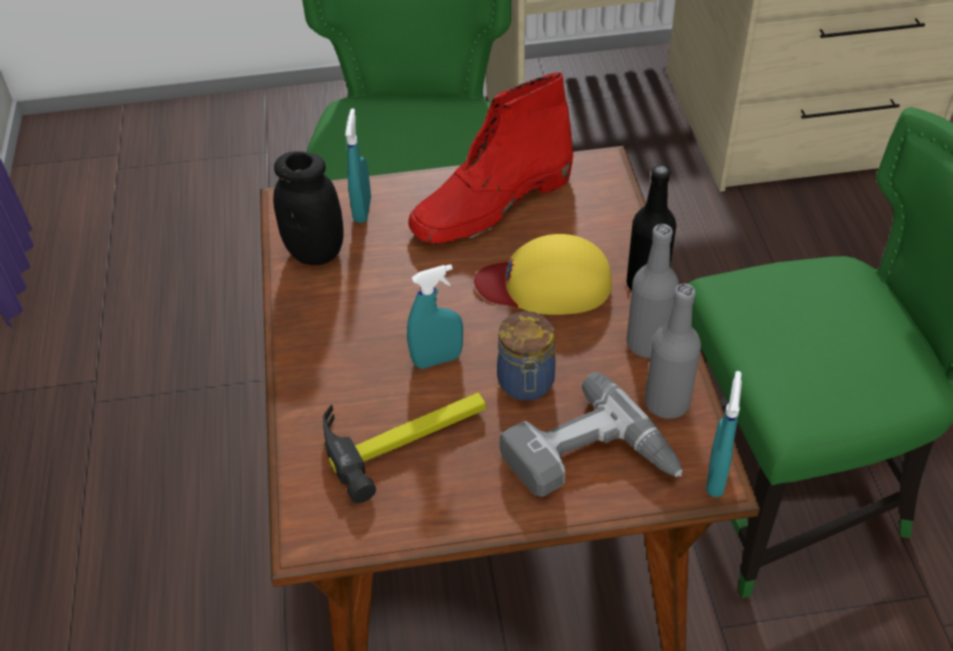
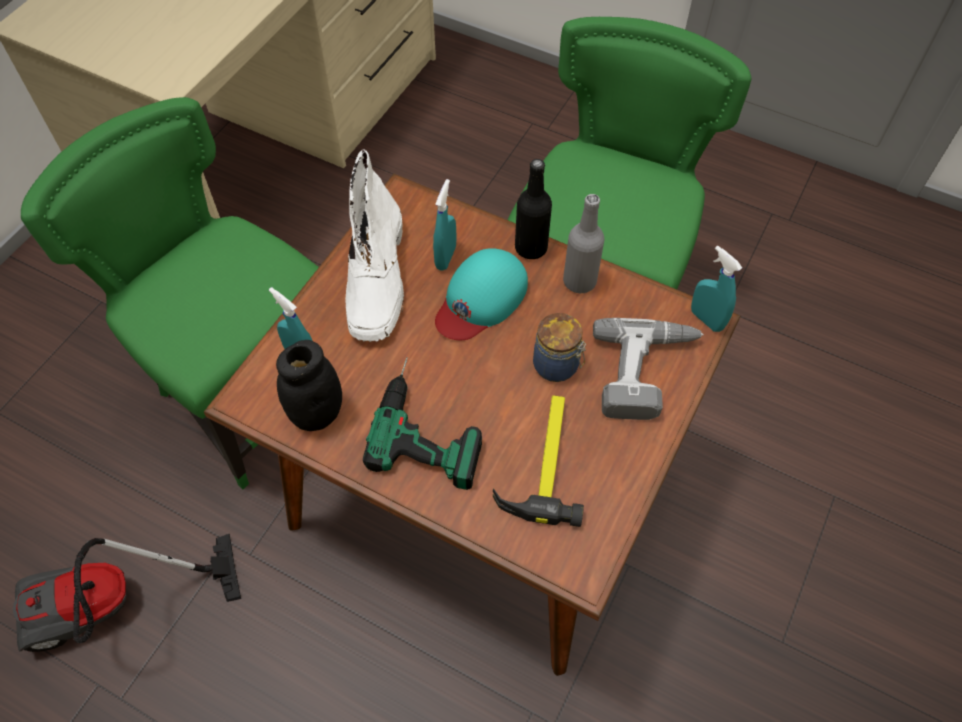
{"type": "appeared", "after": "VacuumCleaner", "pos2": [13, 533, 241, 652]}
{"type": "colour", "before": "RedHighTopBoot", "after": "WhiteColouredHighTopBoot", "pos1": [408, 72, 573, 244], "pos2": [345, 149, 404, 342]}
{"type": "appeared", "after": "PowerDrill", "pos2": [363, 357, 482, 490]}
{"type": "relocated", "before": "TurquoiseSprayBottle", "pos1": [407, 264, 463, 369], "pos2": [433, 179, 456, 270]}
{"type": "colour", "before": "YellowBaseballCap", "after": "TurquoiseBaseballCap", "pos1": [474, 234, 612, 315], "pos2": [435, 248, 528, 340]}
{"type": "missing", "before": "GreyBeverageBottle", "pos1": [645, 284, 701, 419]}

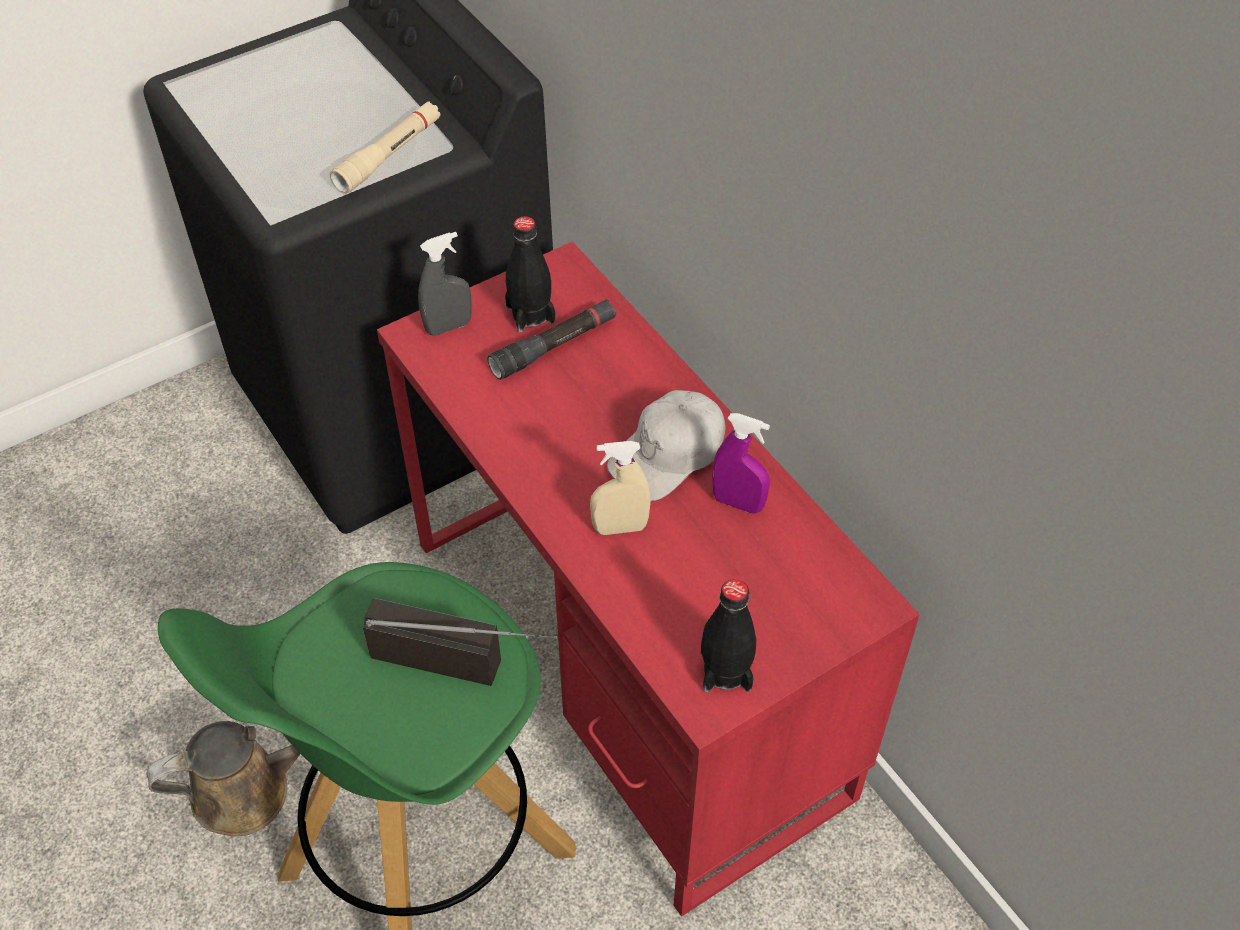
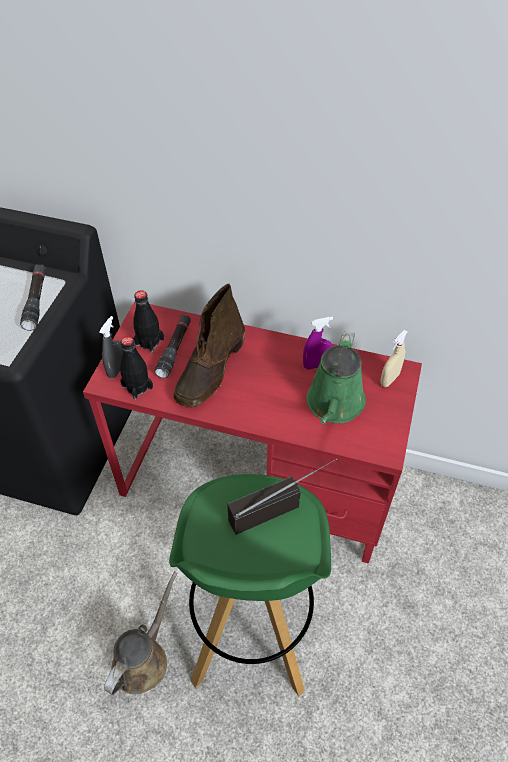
{"type": "colour", "before": "BeigeTorch", "after": "BlackColouredTorch", "pos1": [329, 101, 440, 194], "pos2": [20, 264, 46, 331]}
{"type": "relocated", "before": "BlackColouredBeverageBottle", "pos1": [701, 579, 757, 692], "pos2": [120, 336, 153, 400]}
{"type": "appeared", "after": "BrownColouredHighTopBoot", "pos2": [174, 284, 245, 408]}
{"type": "appeared", "after": "GreenWateringCan", "pos2": [307, 331, 366, 425]}
{"type": "relocated", "before": "BeigeSprayBottle", "pos1": [590, 441, 651, 535], "pos2": [380, 330, 408, 387]}
{"type": "missing", "before": "WhiteColouredBaseballCap", "pos1": [607, 390, 726, 501]}

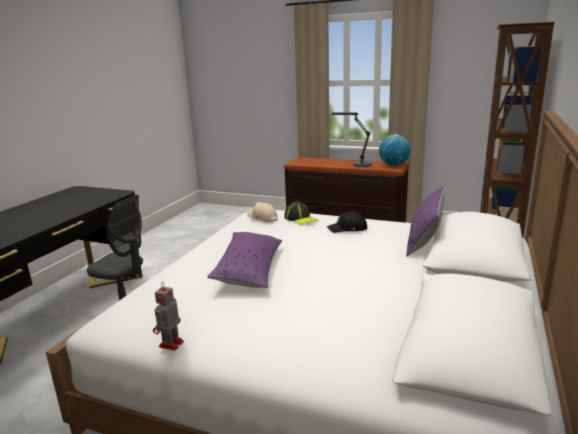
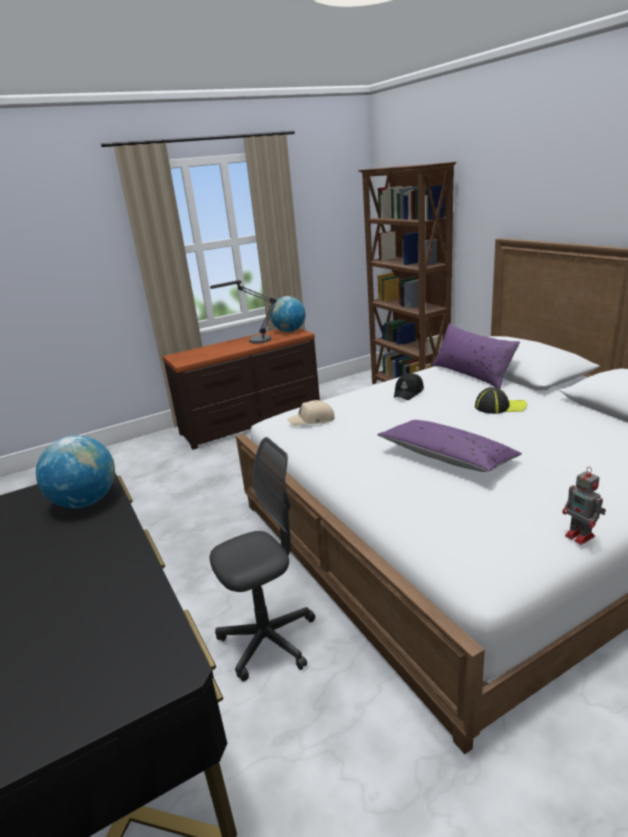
{"type": "appeared", "after": "DeskGlobe", "pos2": [36, 435, 115, 508]}
{"type": "relocated", "before": "BaseballCap", "pos1": [284, 202, 318, 225], "pos2": [475, 387, 527, 414]}

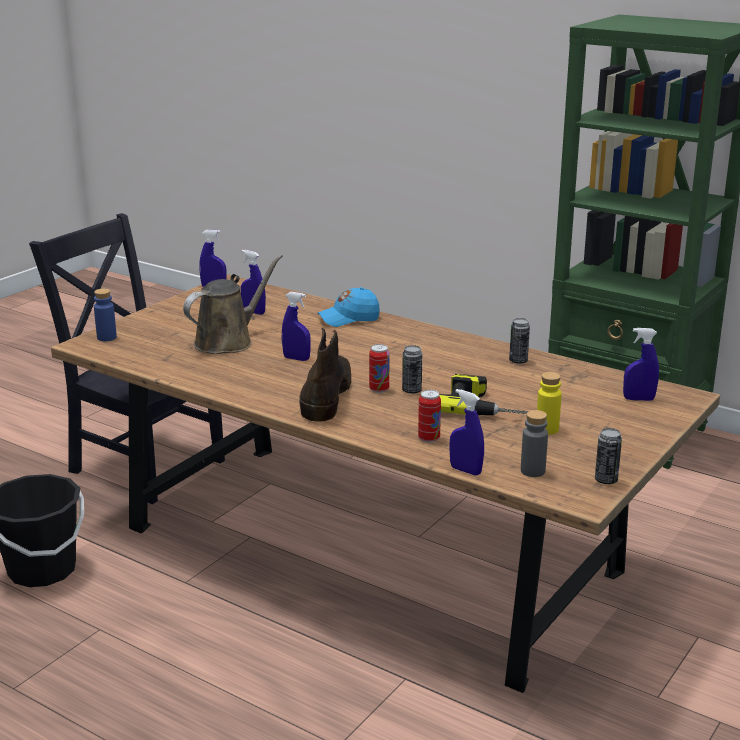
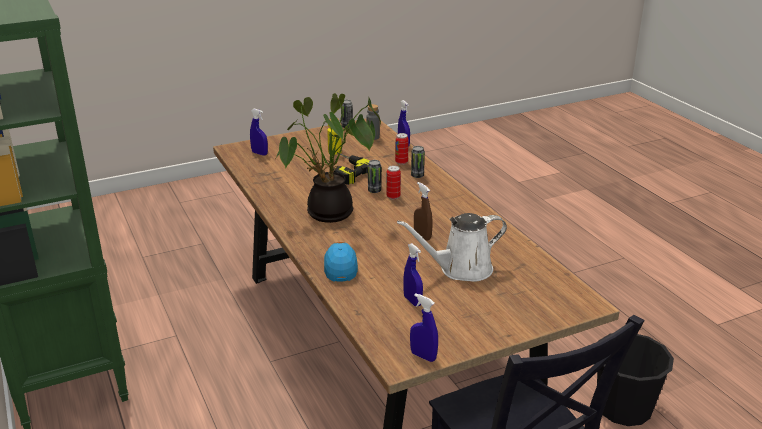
{"type": "appeared", "after": "Houseplant", "pos2": [276, 93, 381, 223]}
{"type": "spun", "before": "BlueBaseballCap", "pos1": [318, 287, 380, 327], "pos2": [324, 242, 358, 282], "turn": -105}
{"type": "colour", "before": "BrownColouredWateringCan", "after": "WhiteColouredWateringCan", "pos1": [183, 254, 283, 354], "pos2": [397, 213, 507, 282]}
{"type": "relocated", "before": "MetalCan", "pos1": [509, 318, 530, 364], "pos2": [411, 146, 425, 178]}
{"type": "colour", "before": "BlueSprayBottle", "after": "BrownColouredSprayBottle", "pos1": [282, 292, 311, 361], "pos2": [414, 182, 432, 241]}
{"type": "missing", "before": "BlueBeverageBottle", "pos1": [94, 289, 117, 341]}
{"type": "missing", "before": "BrownColouredHighTopBoot", "pos1": [299, 328, 351, 422]}

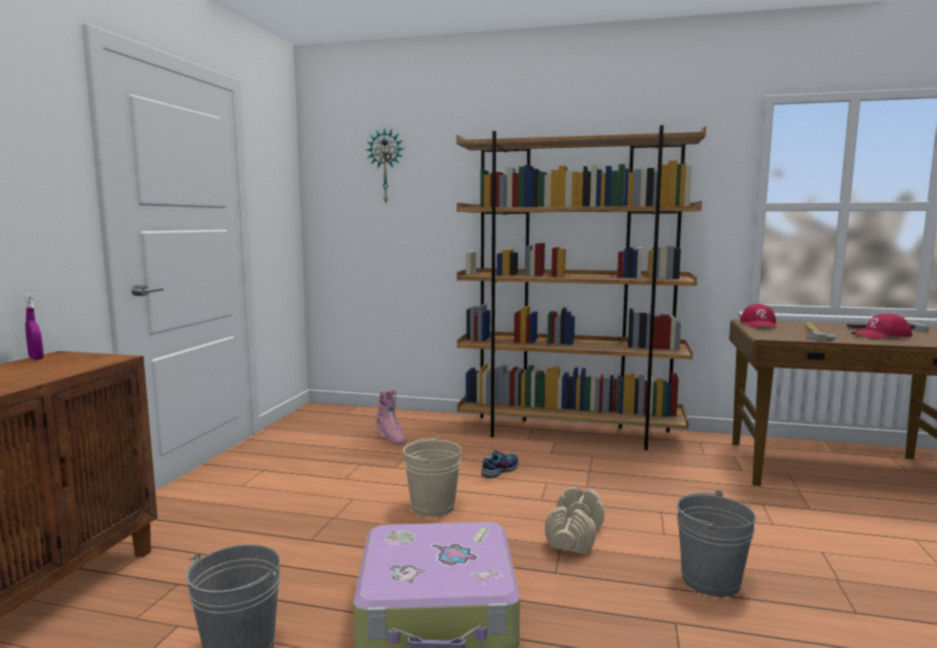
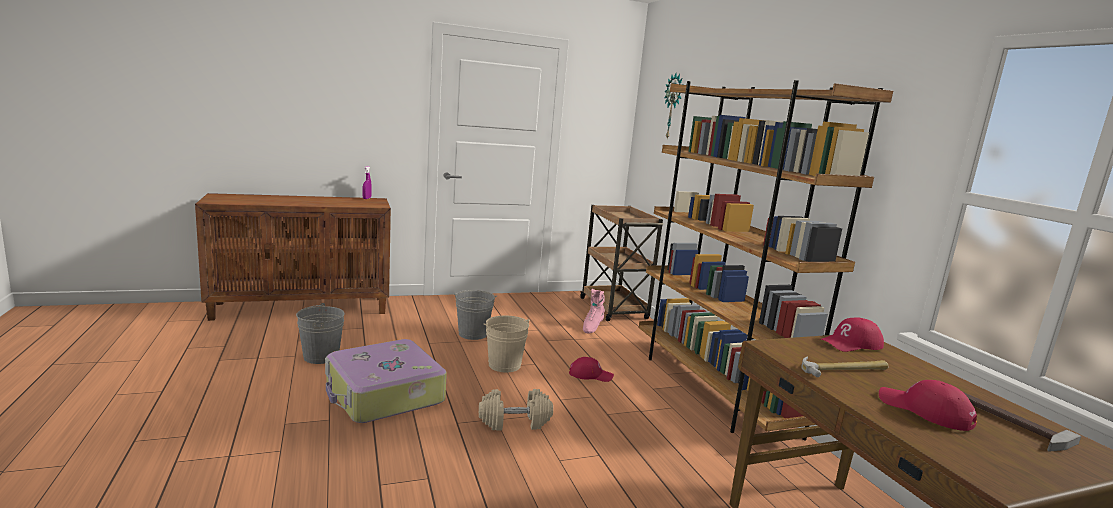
{"type": "relocated", "before": "GreyBucket", "pos1": [676, 490, 756, 597], "pos2": [453, 290, 497, 340]}
{"type": "exchanged", "before": "ItemOfFootwear", "after": "RedBaseballCap", "pos1": [481, 448, 519, 478], "pos2": [569, 357, 614, 382]}
{"type": "appeared", "after": "BrownColouredCart", "pos2": [580, 205, 663, 321]}

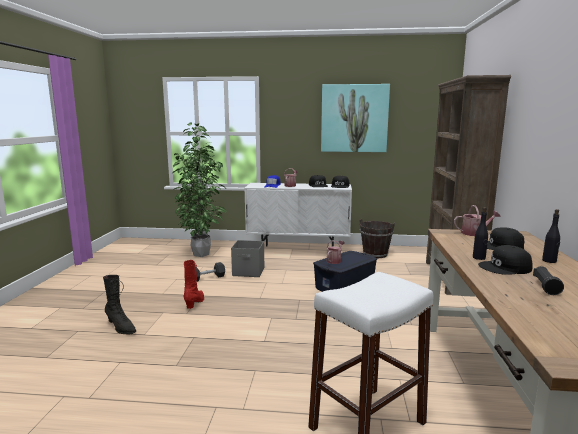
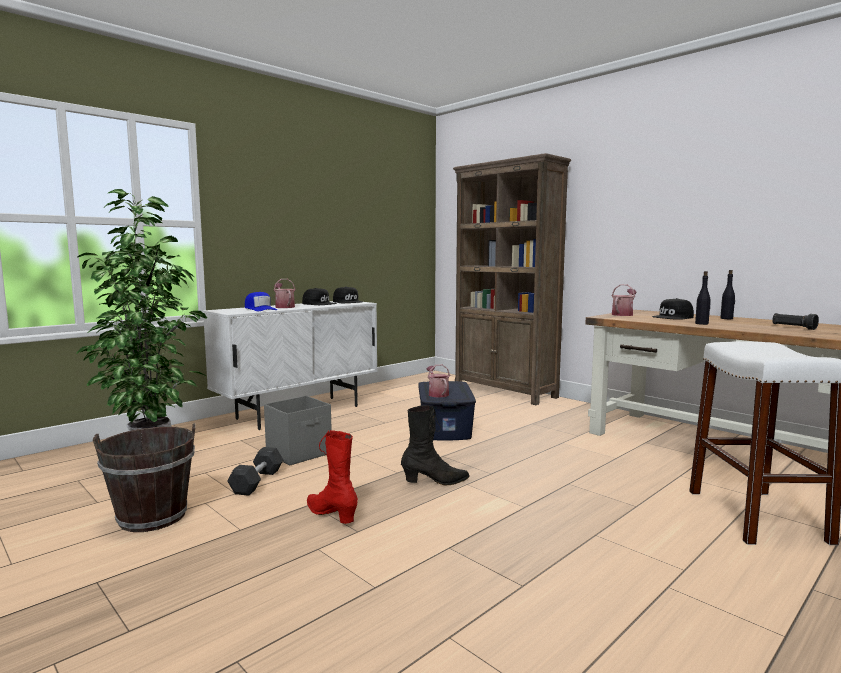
{"type": "relocated", "before": "BrownColouredBucket", "pos1": [359, 219, 395, 258], "pos2": [93, 423, 195, 532]}
{"type": "relocated", "before": "BlackColouredHighTopBoot", "pos1": [103, 275, 136, 334], "pos2": [401, 405, 470, 485]}
{"type": "missing", "before": "Picture", "pos1": [321, 84, 390, 152]}
{"type": "missing", "before": "BlackColouredBaseballCap", "pos1": [478, 245, 533, 275]}

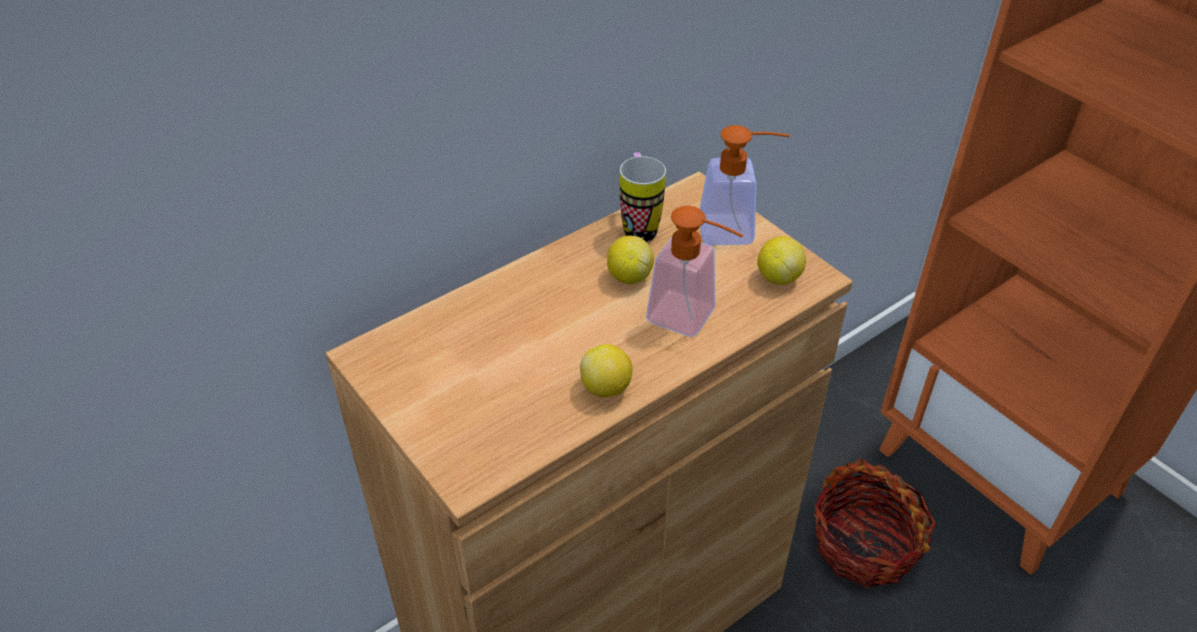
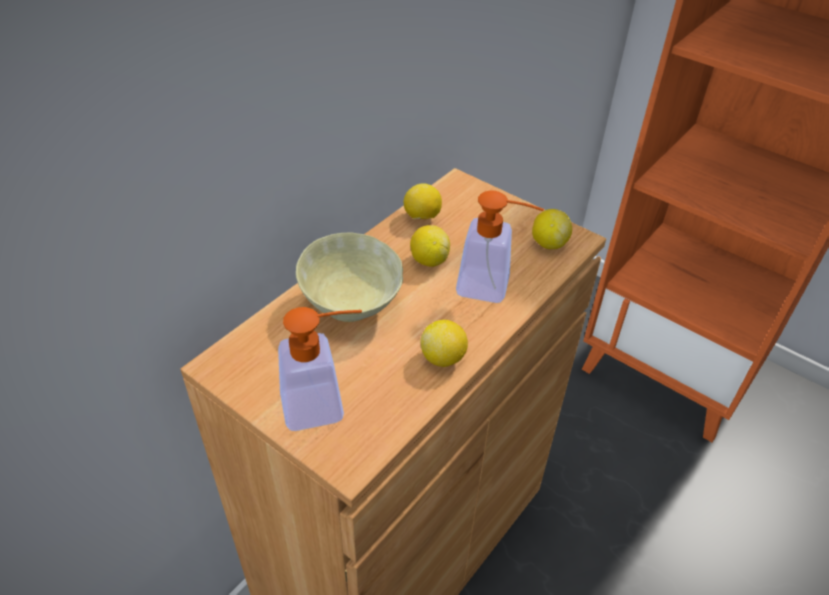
{"type": "relocated", "before": "LiquidSoapBottle", "pos1": [700, 125, 790, 245], "pos2": [278, 307, 362, 431]}
{"type": "appeared", "after": "BeigeDeepDish", "pos2": [296, 233, 403, 322]}
{"type": "exchanged", "before": "TeaMug", "after": "Lemon", "pos1": [620, 152, 666, 242], "pos2": [404, 183, 442, 220]}
{"type": "missing", "before": "HouseholdBasket", "pos1": [814, 458, 936, 588]}

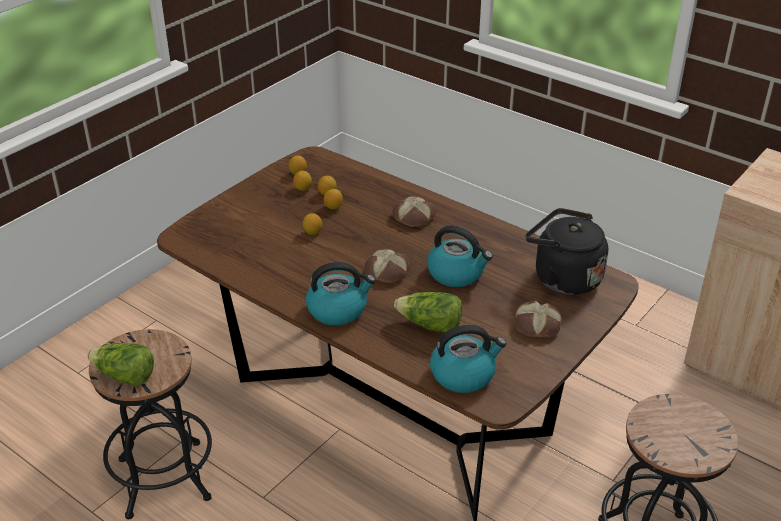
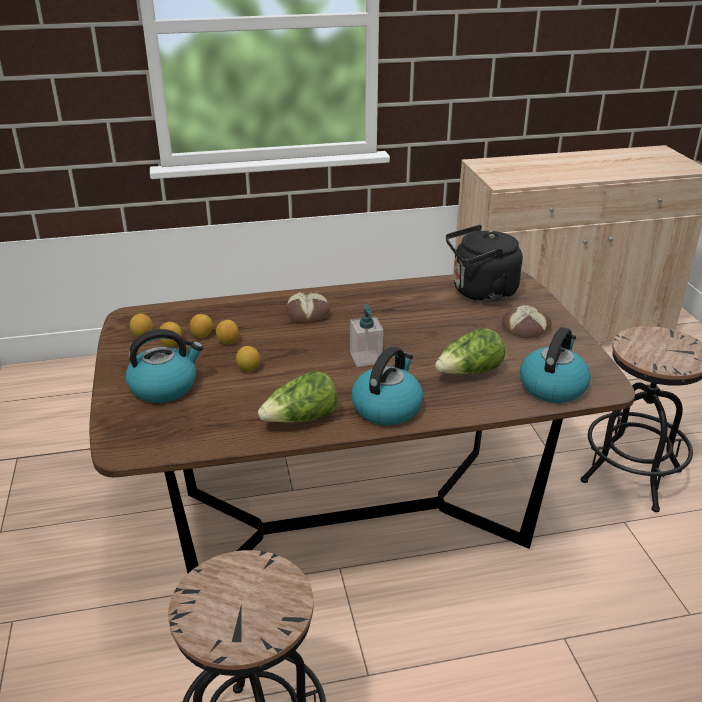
{"type": "relocated", "before": "TeaKettle", "pos1": [427, 225, 493, 287], "pos2": [126, 329, 203, 403]}
{"type": "relocated", "before": "HeadOfLettuce", "pos1": [87, 343, 154, 386], "pos2": [258, 371, 338, 423]}
{"type": "exchanged", "before": "BakedBread", "after": "LiquidSoapBottle", "pos1": [364, 249, 410, 283], "pos2": [350, 304, 383, 367]}

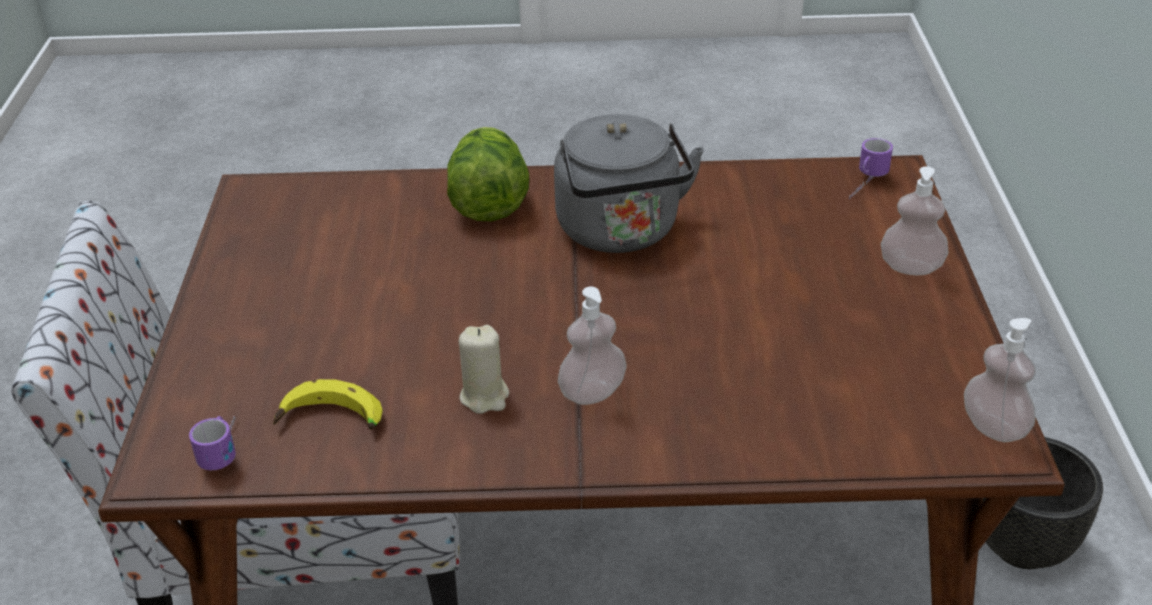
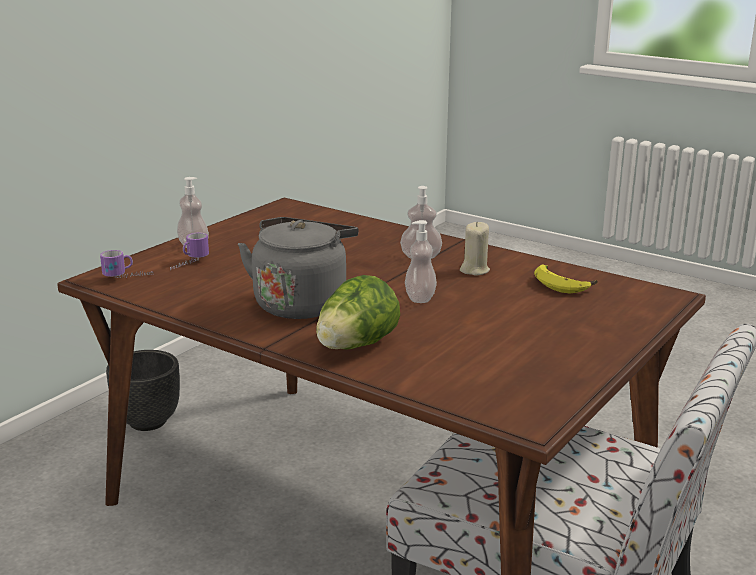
{"type": "relocated", "before": "TeaMug", "pos1": [189, 416, 236, 470], "pos2": [170, 233, 209, 270]}
{"type": "relocated", "before": "LiquidSoapBottle", "pos1": [964, 318, 1036, 442], "pos2": [405, 220, 437, 303]}

